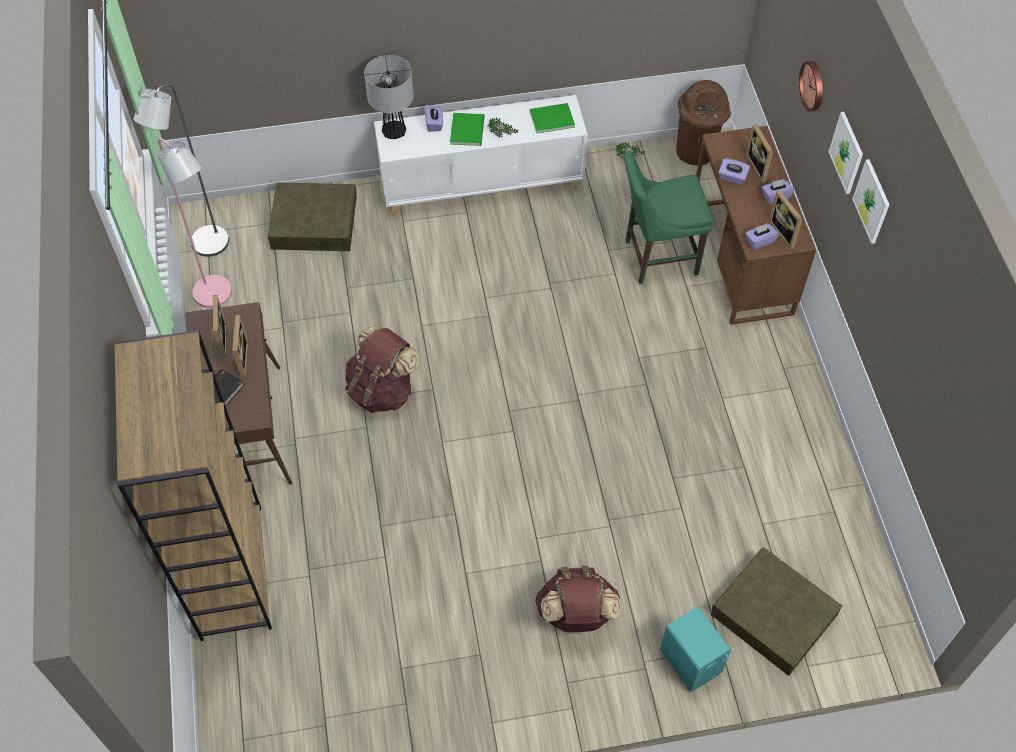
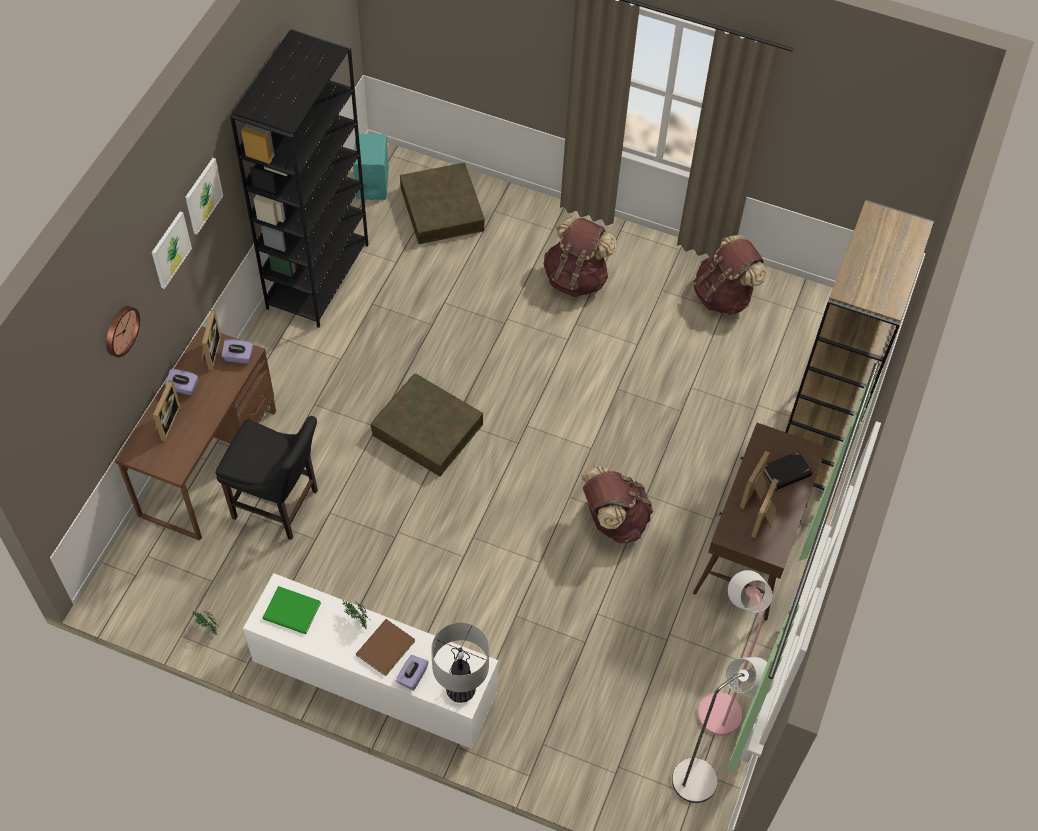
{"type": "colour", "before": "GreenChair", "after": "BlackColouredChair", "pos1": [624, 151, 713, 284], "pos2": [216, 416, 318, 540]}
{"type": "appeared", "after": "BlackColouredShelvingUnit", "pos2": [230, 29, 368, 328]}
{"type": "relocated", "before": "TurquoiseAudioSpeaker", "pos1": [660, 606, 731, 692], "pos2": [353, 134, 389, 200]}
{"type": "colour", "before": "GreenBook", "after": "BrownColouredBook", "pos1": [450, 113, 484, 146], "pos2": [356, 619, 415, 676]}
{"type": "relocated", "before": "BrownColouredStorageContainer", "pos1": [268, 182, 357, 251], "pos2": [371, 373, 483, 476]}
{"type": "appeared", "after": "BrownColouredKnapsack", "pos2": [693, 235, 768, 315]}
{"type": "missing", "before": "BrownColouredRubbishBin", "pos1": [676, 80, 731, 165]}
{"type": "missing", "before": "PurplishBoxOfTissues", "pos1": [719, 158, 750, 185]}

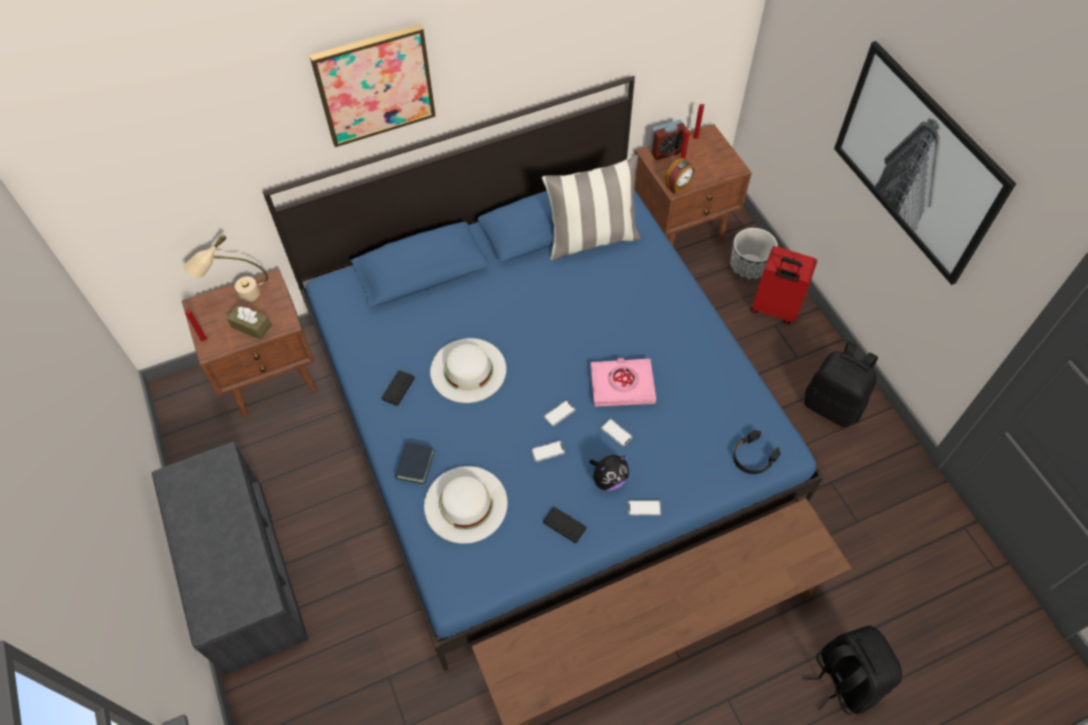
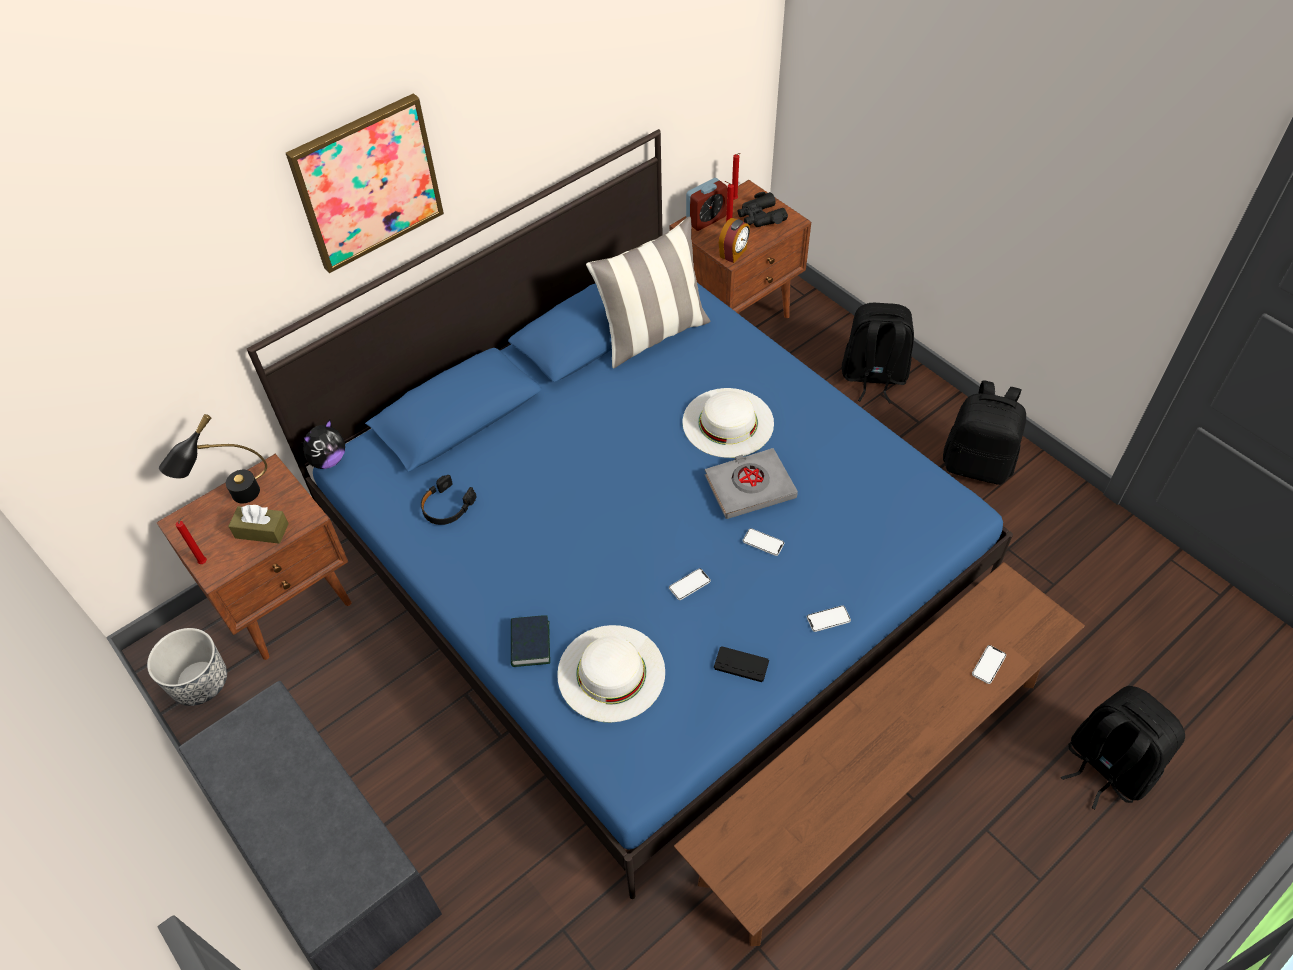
{"type": "relocated", "before": "PlantPot", "pos1": [730, 228, 778, 280], "pos2": [147, 628, 227, 706]}
{"type": "colour", "before": "BeigeTabletopLamp", "after": "BlackColouredTabletopLamp", "pos1": [183, 234, 268, 302], "pos2": [159, 414, 267, 503]}
{"type": "relocated", "before": "CuddlyToy", "pos1": [589, 455, 629, 491], "pos2": [301, 420, 345, 469]}
{"type": "relocated", "before": "BlackColouredPairOfHeadphones", "pos1": [733, 430, 781, 474], "pos2": [421, 475, 476, 525]}
{"type": "relocated", "before": "WhiteColouredWearableHat", "pos1": [430, 338, 506, 403], "pos2": [683, 388, 774, 458]}
{"type": "colour", "before": "PinkColouredBook", "after": "GreyBook", "pos1": [591, 358, 656, 407], "pos2": [705, 448, 798, 519]}
{"type": "appeared", "after": "BlackColouredPairOfBinoculars", "pos2": [738, 192, 788, 227]}
{"type": "exchanged", "before": "RedSuitcase", "after": "BlackColouredKnapsack", "pos1": [750, 246, 817, 324], "pos2": [842, 303, 914, 403]}
{"type": "relocated", "before": "Telephone", "pos1": [544, 400, 576, 426], "pos2": [972, 645, 1006, 684]}
{"type": "missing", "before": "BlackColouredGamepad", "pos1": [382, 370, 415, 406]}
{"type": "missing", "before": "Picture", "pos1": [834, 41, 1016, 285]}

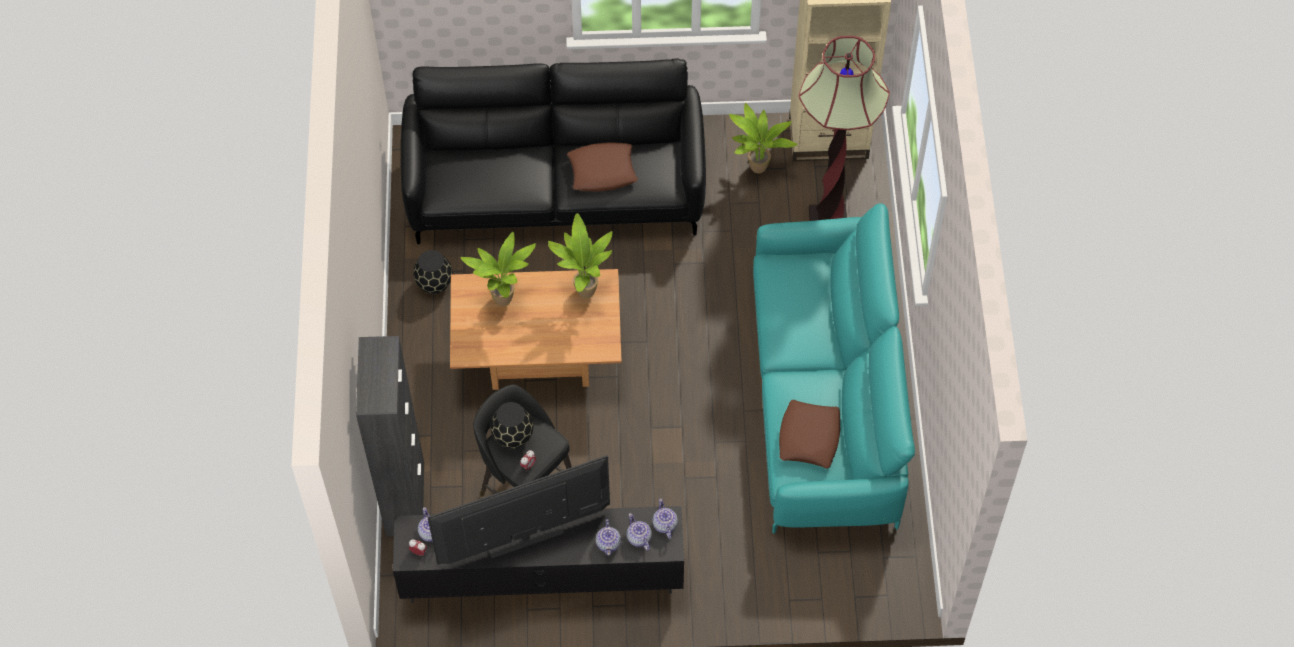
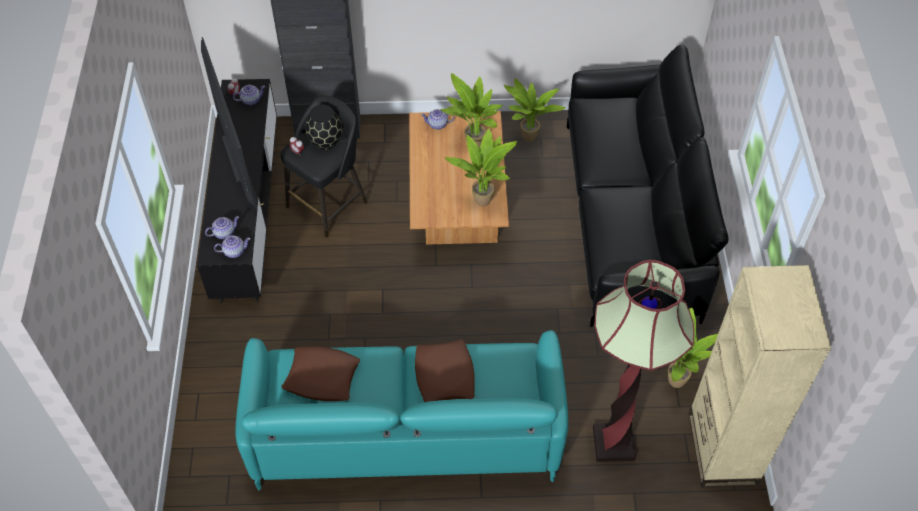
{"type": "relocated", "before": "BrownColouredCushion", "pos1": [567, 142, 638, 192], "pos2": [415, 339, 475, 402]}
{"type": "relocated", "before": "PotForTea", "pos1": [596, 519, 621, 556], "pos2": [421, 109, 455, 130]}
{"type": "exchanged", "before": "BlackColouredDecorativeVase", "after": "Houseplant", "pos1": [413, 250, 453, 294], "pos2": [504, 78, 566, 142]}

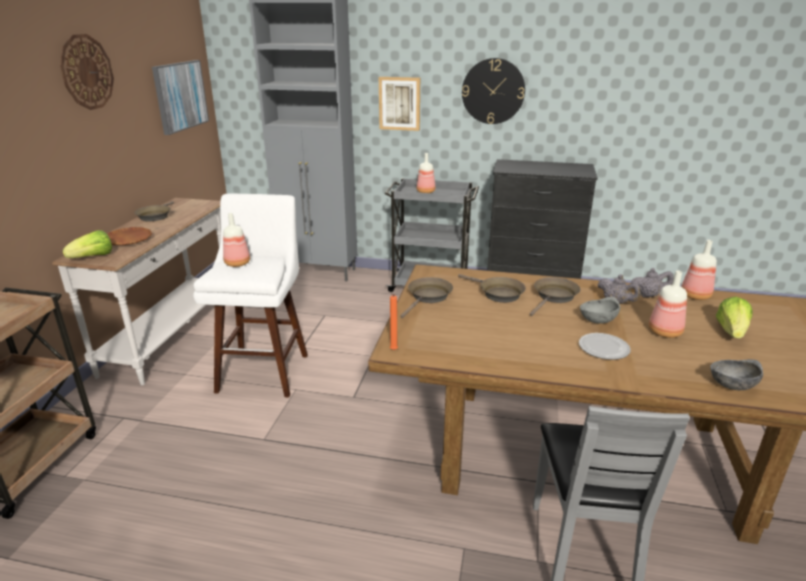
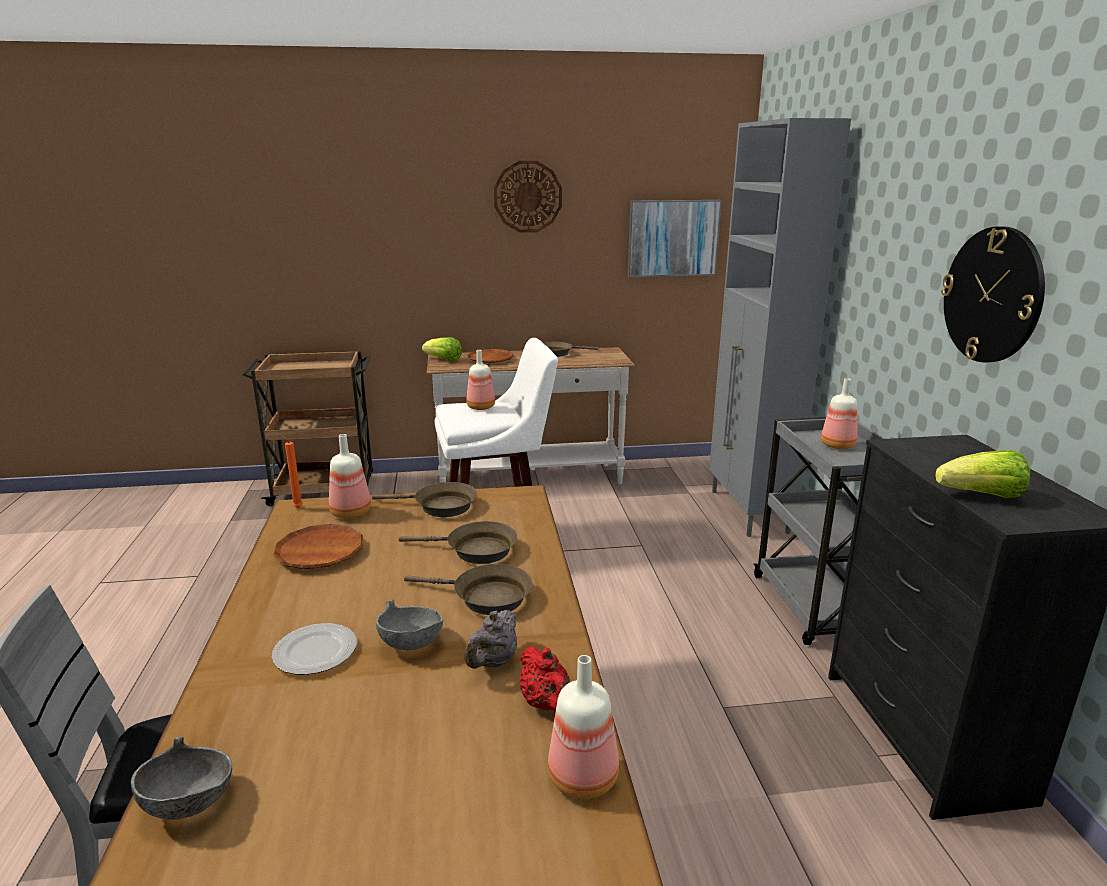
{"type": "appeared", "after": "BrownColouredDinnerPlate", "pos2": [273, 524, 363, 570]}
{"type": "relocated", "before": "BeverageBottle", "pos1": [649, 270, 687, 338], "pos2": [329, 434, 371, 519]}
{"type": "spun", "before": "BrownColouredPan", "pos1": [458, 274, 526, 303], "pos2": [399, 521, 517, 564], "turn": -105}
{"type": "colour", "before": "GreyPotForTea", "after": "RedPotForTea", "pos1": [630, 268, 673, 298], "pos2": [520, 647, 570, 712]}
{"type": "relocated", "before": "HeadOfLettuce", "pos1": [716, 297, 753, 339], "pos2": [935, 450, 1030, 498]}
{"type": "missing", "before": "Picture", "pos1": [379, 77, 420, 131]}

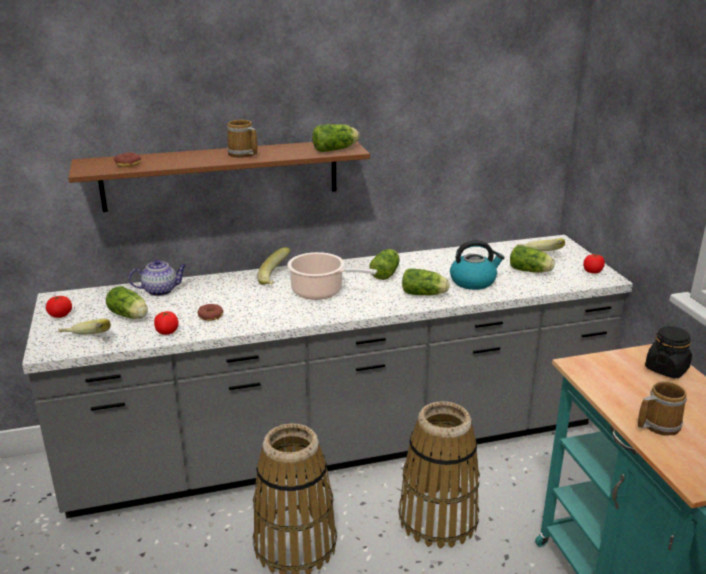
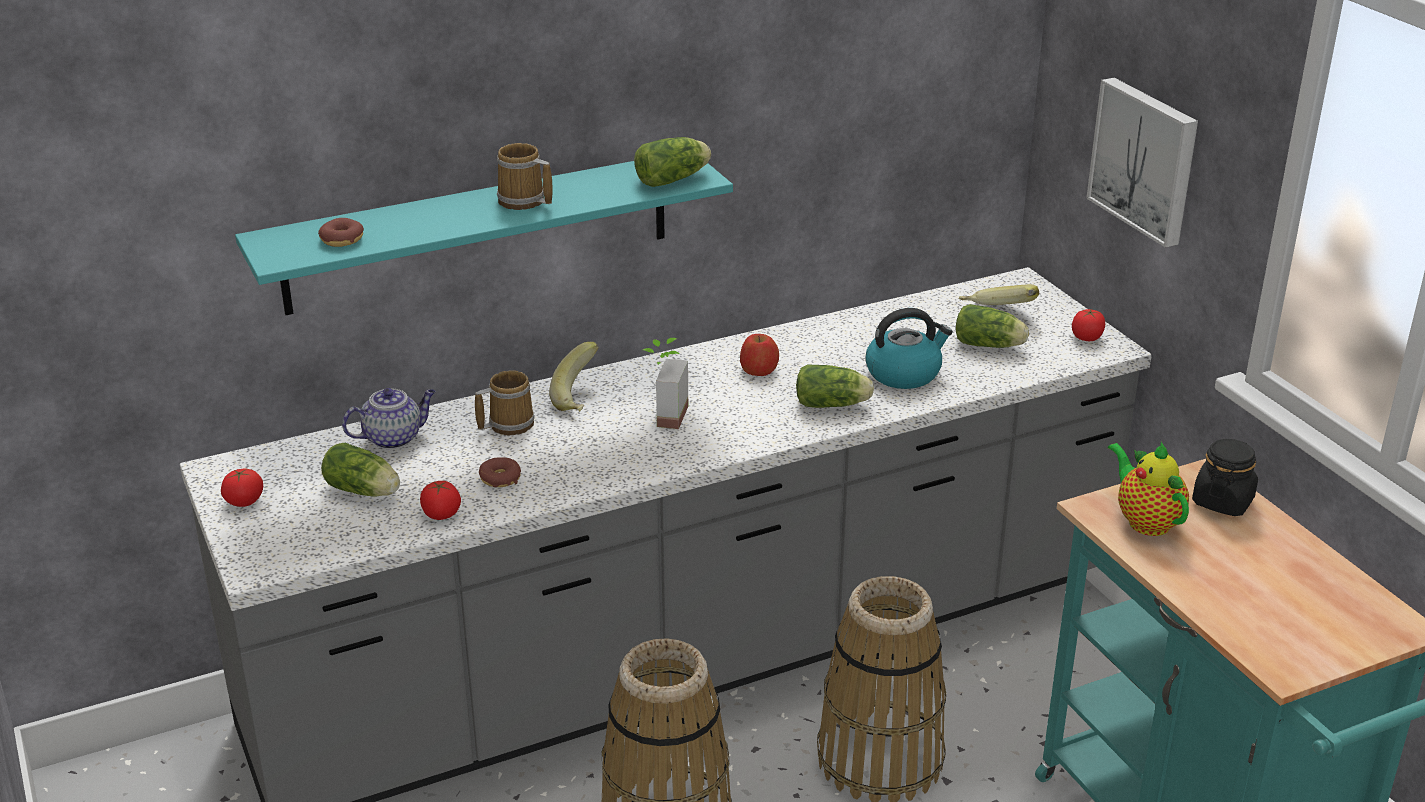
{"type": "colour", "before": "BrownColouredWallShelf", "after": "TurquoiseWallShelf", "pos1": [68, 142, 370, 212], "pos2": [235, 161, 733, 315]}
{"type": "relocated", "before": "TeaMug", "pos1": [638, 381, 687, 436], "pos2": [475, 370, 534, 435]}
{"type": "exchanged", "before": "CookingPot", "after": "Houseplant", "pos1": [288, 252, 377, 300], "pos2": [643, 338, 688, 429]}
{"type": "exchanged", "before": "HeadOfLettuce", "after": "AppleFruit", "pos1": [369, 249, 400, 280], "pos2": [740, 334, 779, 376]}
{"type": "appeared", "after": "Picture", "pos2": [1086, 78, 1198, 248]}
{"type": "appeared", "after": "PotForTea", "pos2": [1108, 442, 1189, 536]}
{"type": "missing", "before": "BananaFruit", "pos1": [58, 318, 111, 334]}

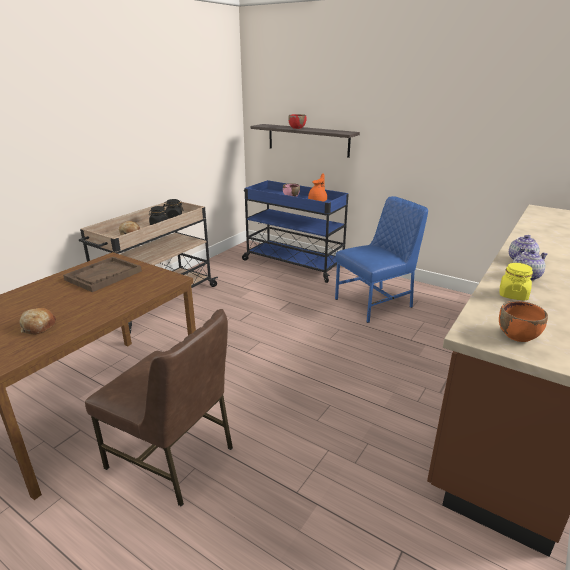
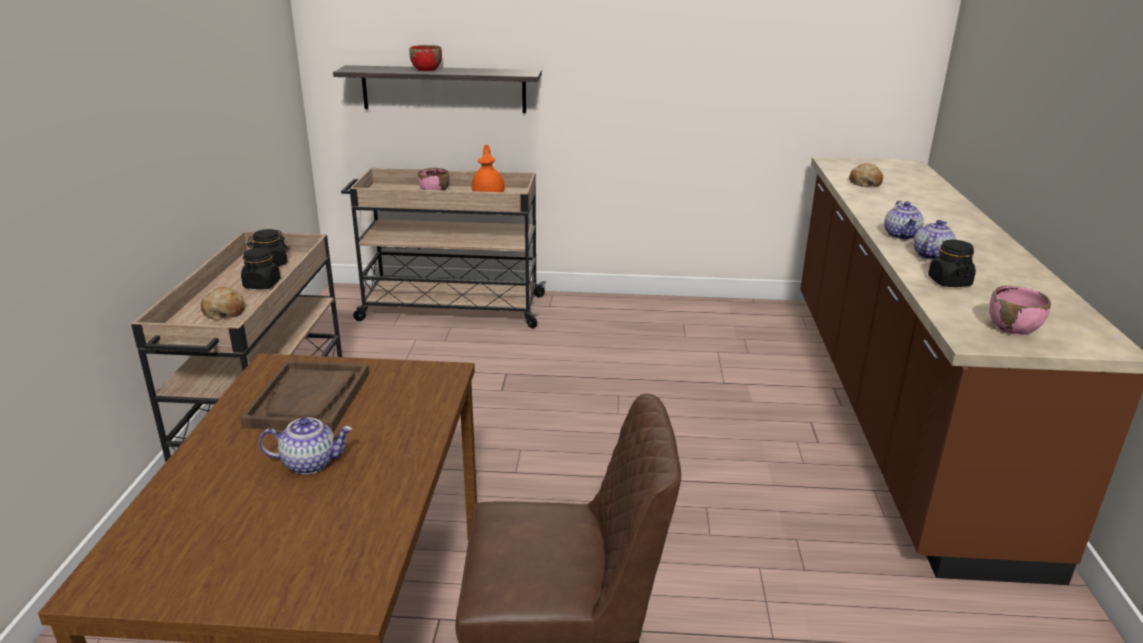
{"type": "appeared", "after": "PotForTea", "pos2": [259, 417, 352, 475]}
{"type": "colour", "before": "BlueCart", "after": "BeigeCart", "pos1": [242, 180, 348, 283], "pos2": [341, 168, 547, 328]}
{"type": "relocated", "before": "BakedBread", "pos1": [19, 308, 56, 335], "pos2": [849, 163, 883, 187]}
{"type": "colour", "before": "YellowStorageJar", "after": "BlackColouredStorageJar", "pos1": [500, 263, 533, 301], "pos2": [928, 240, 976, 287]}
{"type": "colour", "before": "OrangeDeepDish", "after": "PinkColouredDeepDish", "pos1": [499, 301, 548, 342], "pos2": [989, 286, 1051, 336]}
{"type": "missing", "before": "BlueChair", "pos1": [335, 196, 428, 323]}

